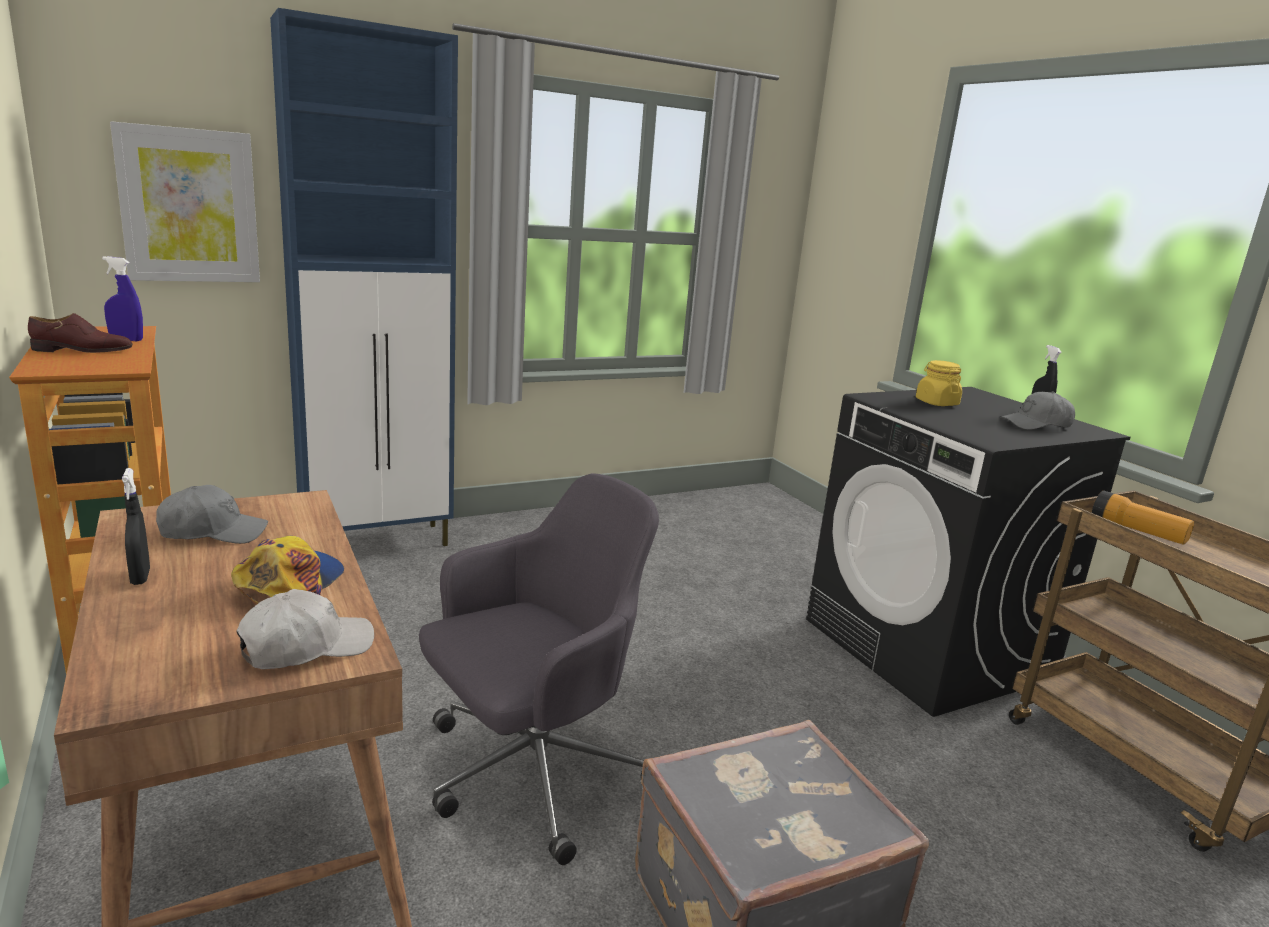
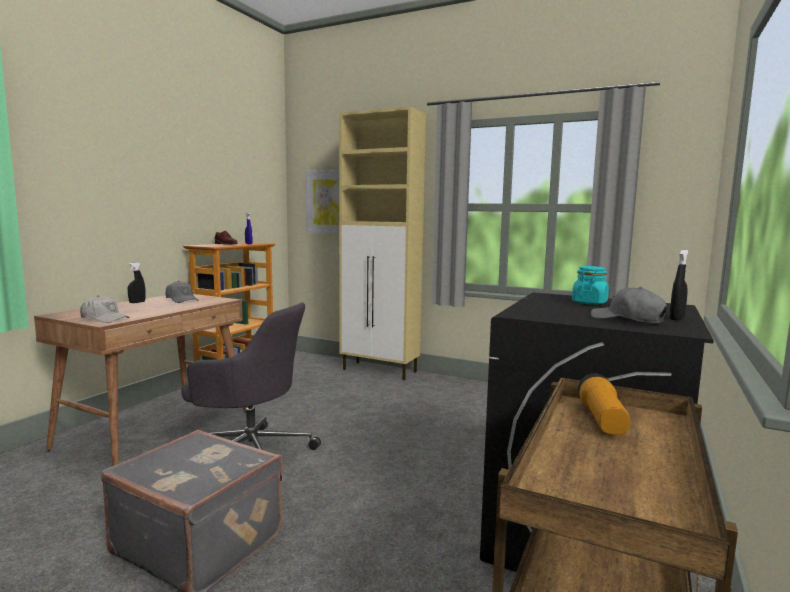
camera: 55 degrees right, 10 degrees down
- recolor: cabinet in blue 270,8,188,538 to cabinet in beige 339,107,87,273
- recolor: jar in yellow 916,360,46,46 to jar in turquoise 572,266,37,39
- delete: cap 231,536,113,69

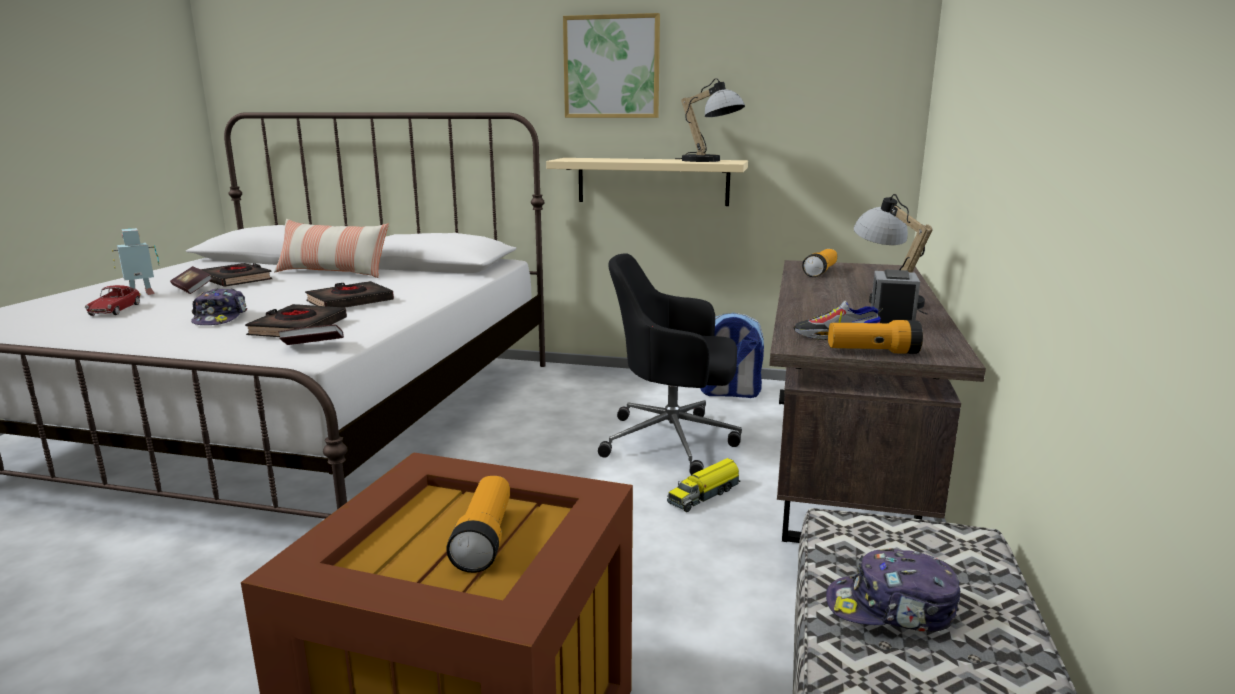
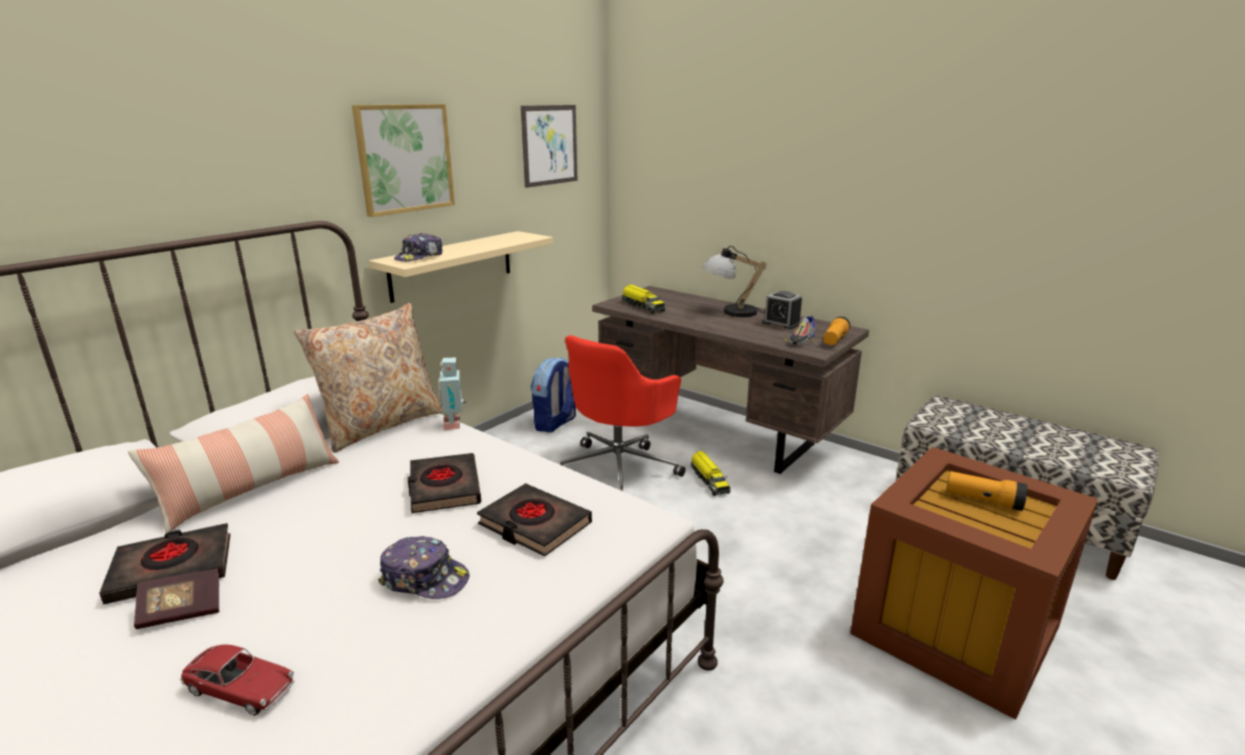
camera: 65 degrees left, 5 degrees up
- insert: pillow in beige 294,303,149,150
- move: cap 826,548,134,84 to 394,233,49,29
- move: toy robot 112,228,47,67 to 438,358,28,72
- insert: picture 521,105,56,83
- recolor: office chair in black 598,253,144,222 to office chair in red 561,335,124,156
- replace: flashlight 802,249,35,28 to toy truck 622,284,44,30
- delete: book 278,325,66,20
- delete: table lamp 675,78,70,84

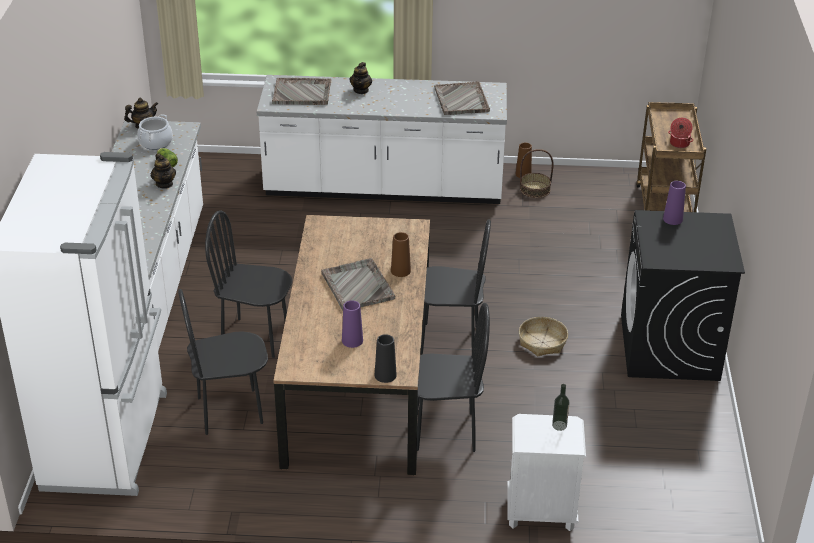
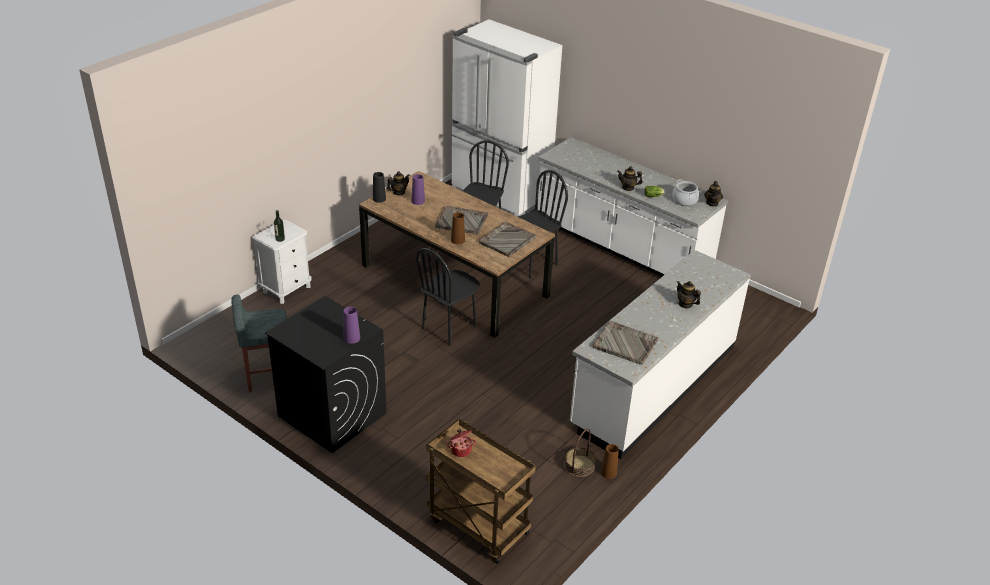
camera: 125 degrees right, 0 degrees up
- insert: stool in grey 231,294,56,98
- insert: teapot 387,171,23,24
- move: tray in grey 272,78,59,27 to 479,222,57,35
- delete: chair in black 417,303,73,149
- delete: basket 519,317,49,40

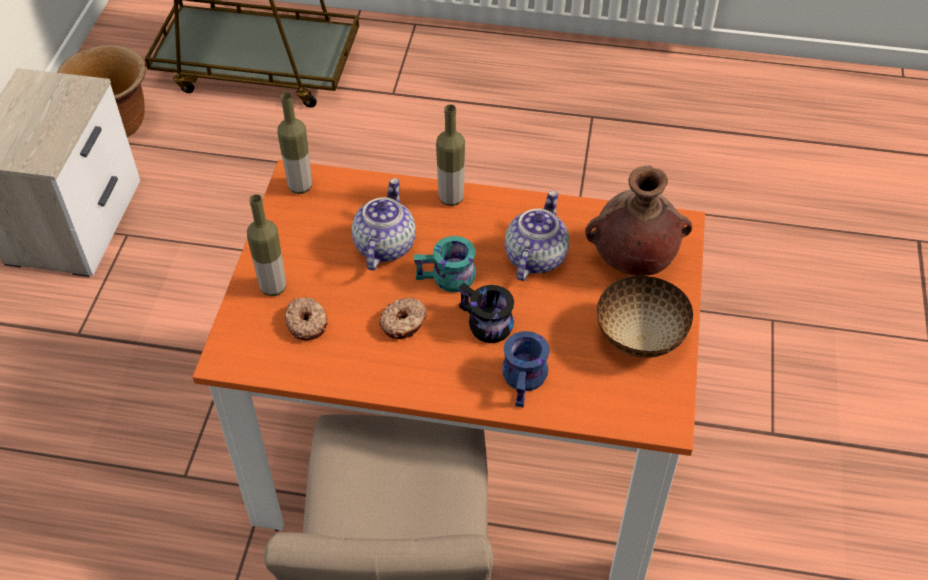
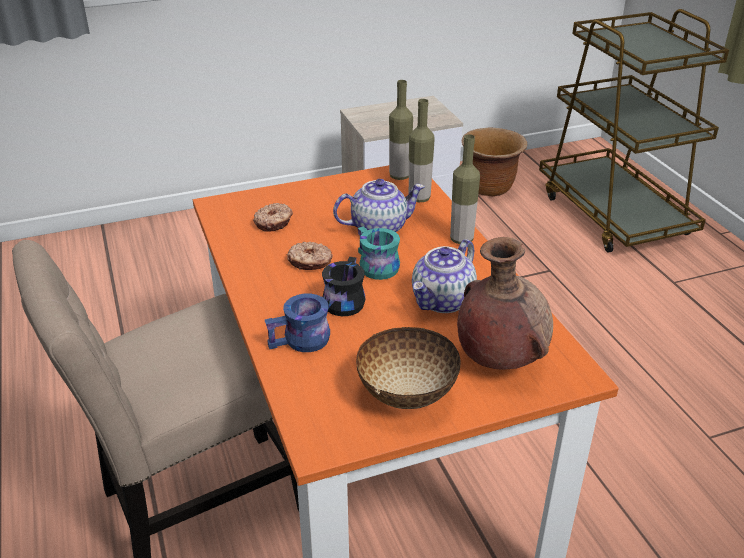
camera: 60 degrees right, 15 degrees down
- move: bottle 247,194,39,102 to 409,99,26,103
- rotate: teapot 505,190,64,91 = 412,239,65,74 135 degrees clockwise

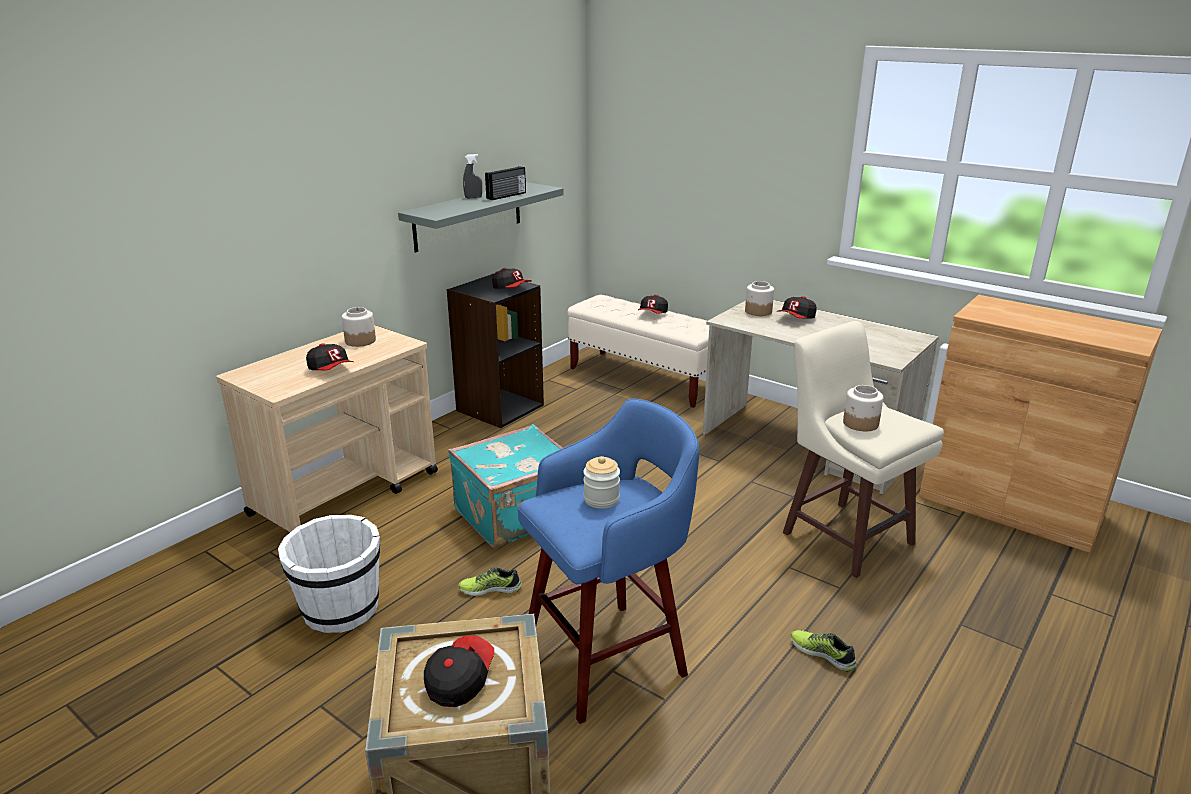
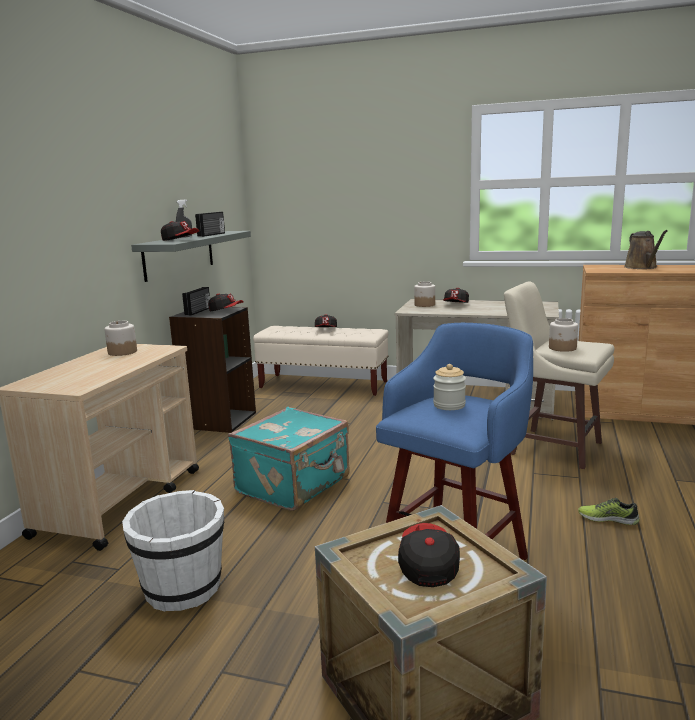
camera: 20 degrees left, 10 degrees down
- move: cap 306,343,48,27 to 161,221,38,20
- insert: radio 182,287,28,28
- insert: watering can in brown 624,230,44,39
- delete: shoe 458,567,64,29

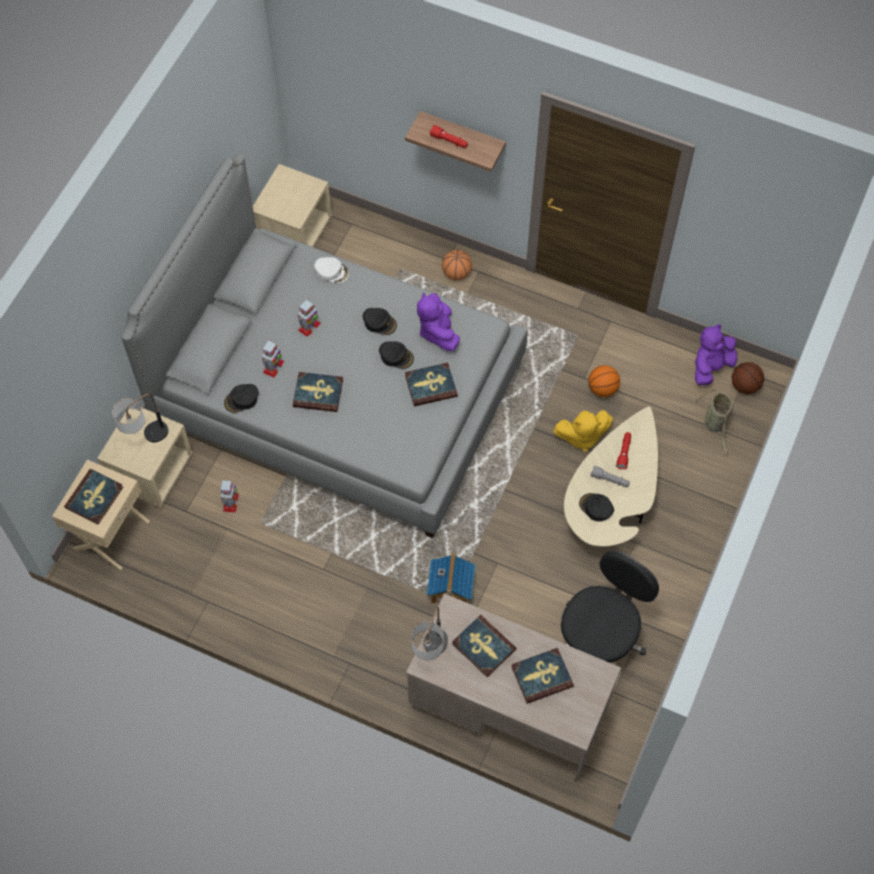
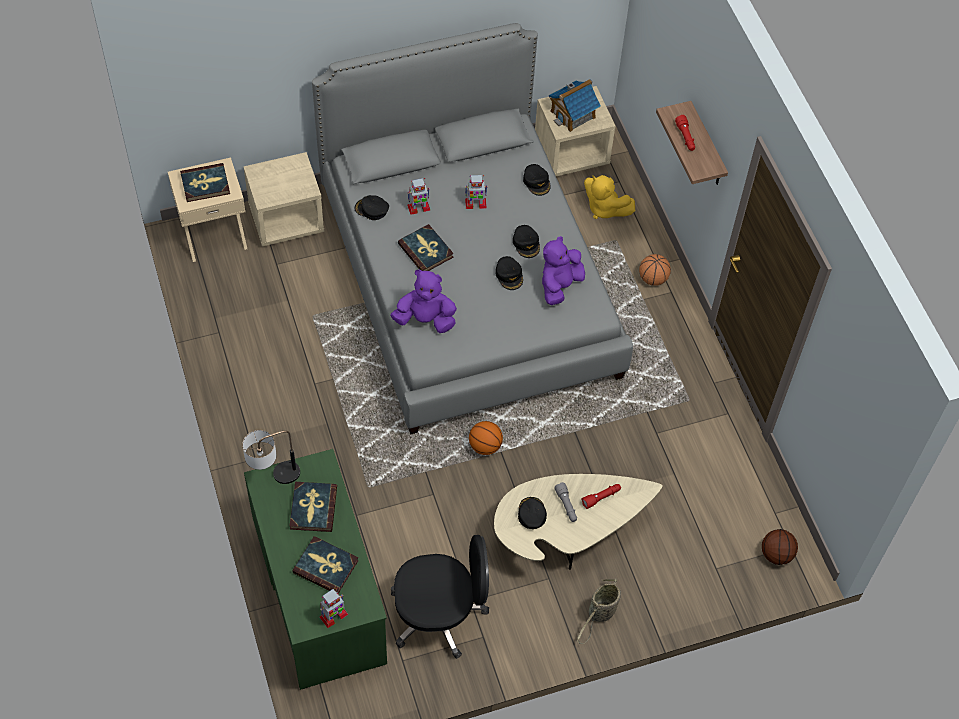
camera: 45 degrees right, 5 degrees down
- recolor: desk in beige 406,593,215,190 to desk in green 244,449,143,241
- move: toy robot 221,478,18,35 to 320,588,28,40
- move: plush toy in purple 695,324,42,61 to 390,270,67,63
- move: basketball 588,365,32,32 to 469,421,34,34
- recolor: cap in white 314,257,35,26 to cap in black 523,164,27,32
- move: toy house 427,553,48,50 to 549,79,52,53
- move: basket 694,389,39,65 to 577,579,44,65
- move: plush toy in yellow 553,410,60,42 to 584,175,51,44
- delete: table lamp 112,394,56,48
- delete: book 405,363,53,44

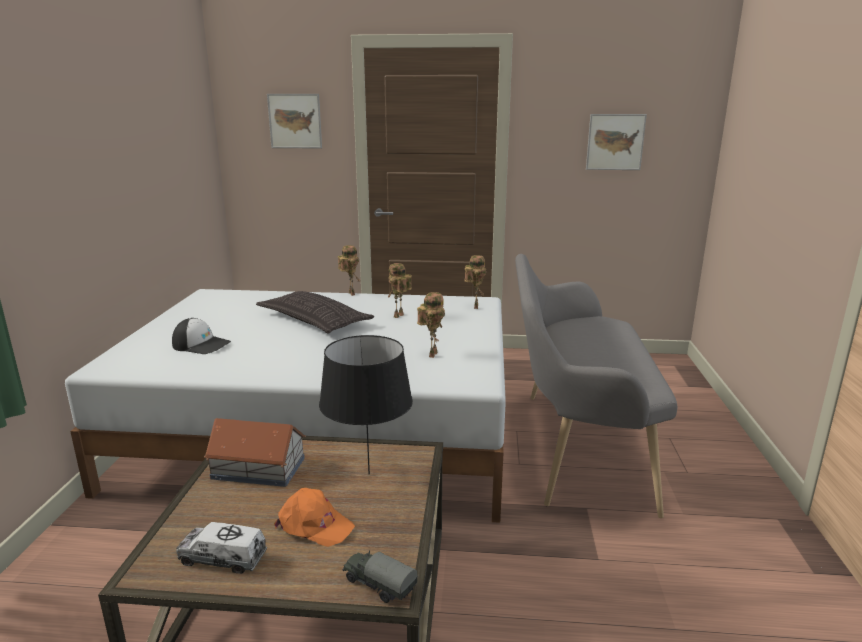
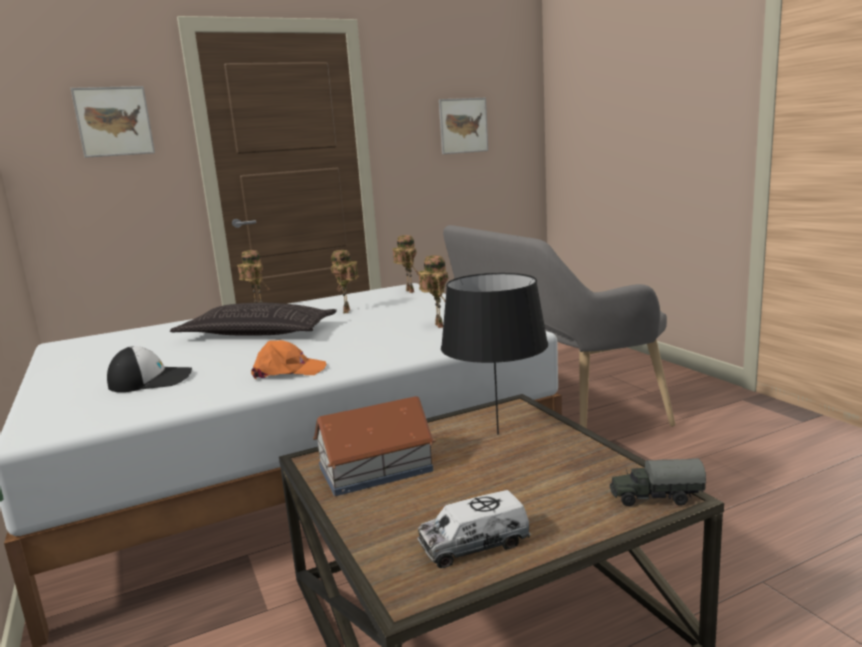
camera: 30 degrees left, 5 degrees down
- move: cap in orange 274,488,81,59 to 251,340,75,39

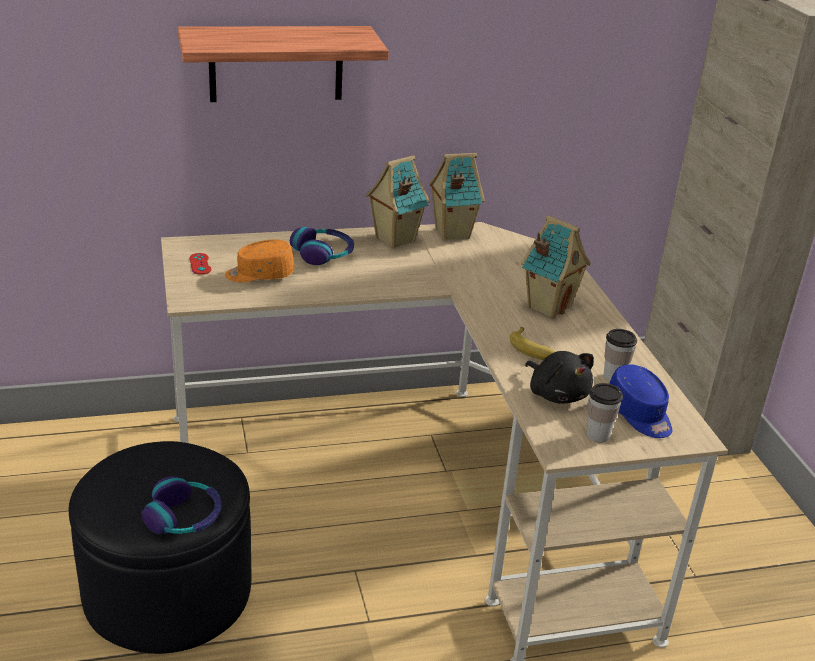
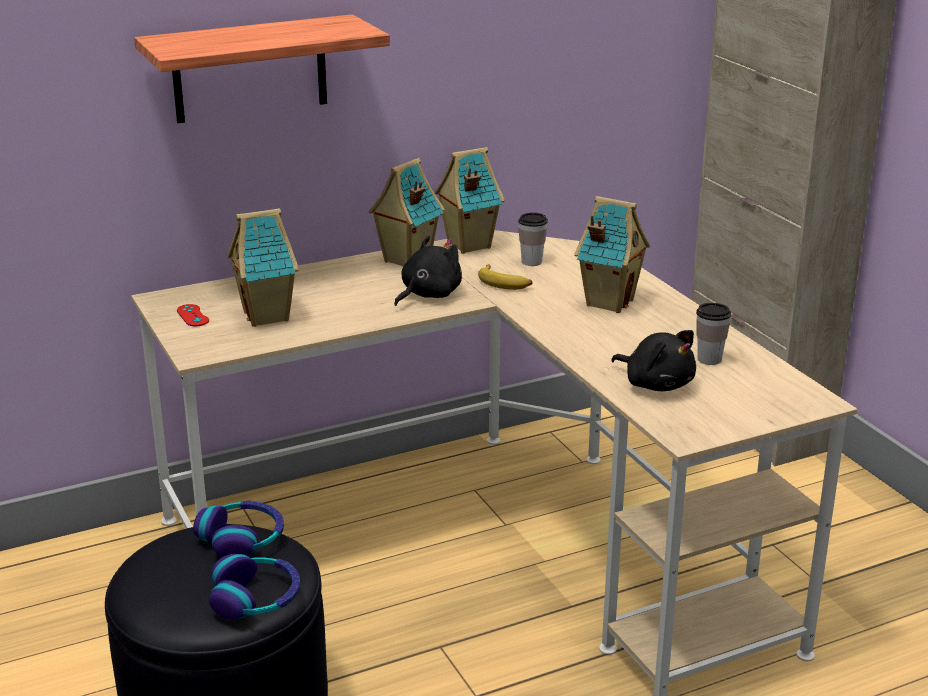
camera: 10 degrees left, 5 degrees down
- move: headphones 290,227,64,38 to 193,501,91,57
- replace: cap in orange 225,239,69,43 to toy house 227,209,72,118
- insert: plush toy in black 394,236,68,70
- move: banana 510,327,46,33 to 478,265,54,25
- move: cup 586,383,37,59 to 518,213,30,53
- delete: cap in blue 609,364,63,74

